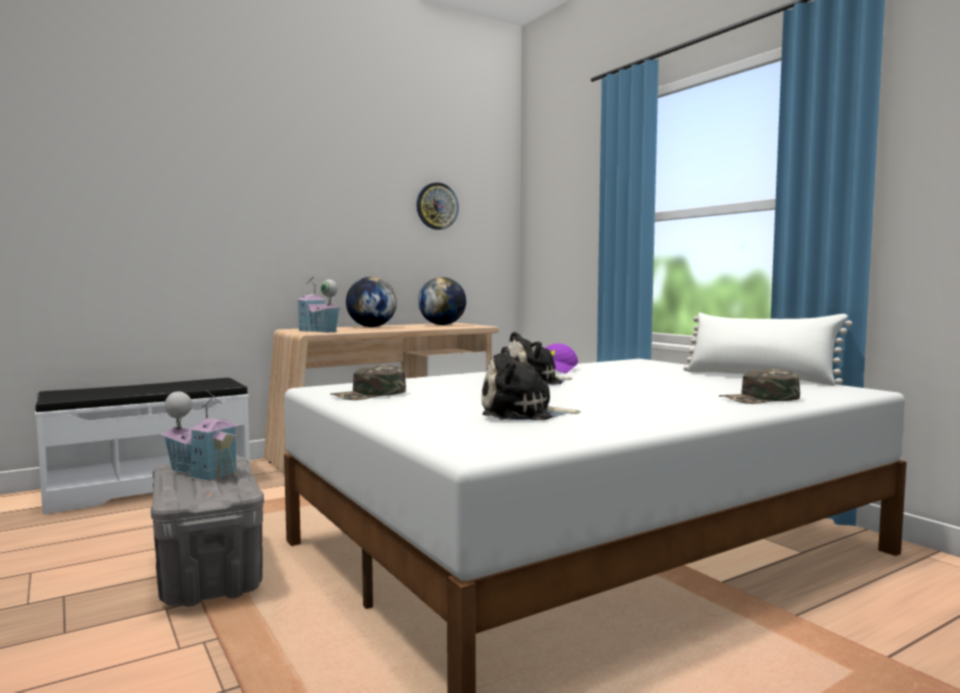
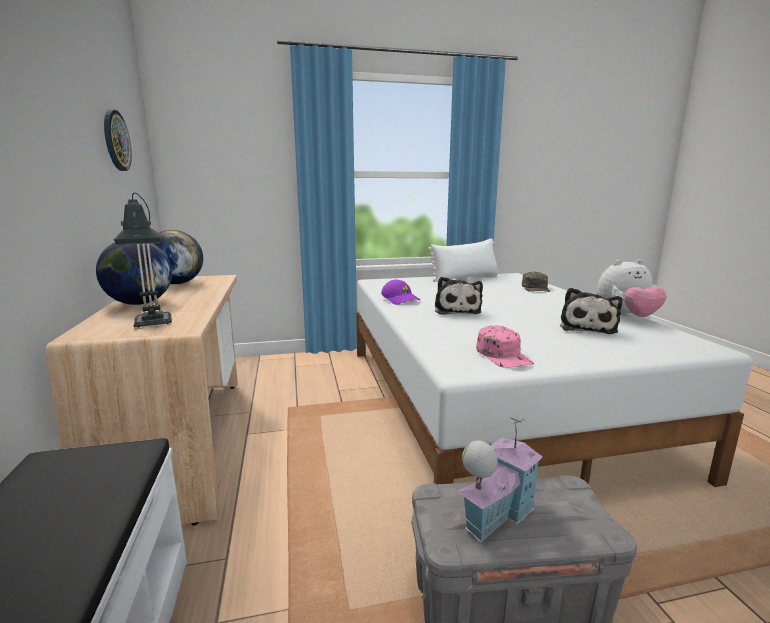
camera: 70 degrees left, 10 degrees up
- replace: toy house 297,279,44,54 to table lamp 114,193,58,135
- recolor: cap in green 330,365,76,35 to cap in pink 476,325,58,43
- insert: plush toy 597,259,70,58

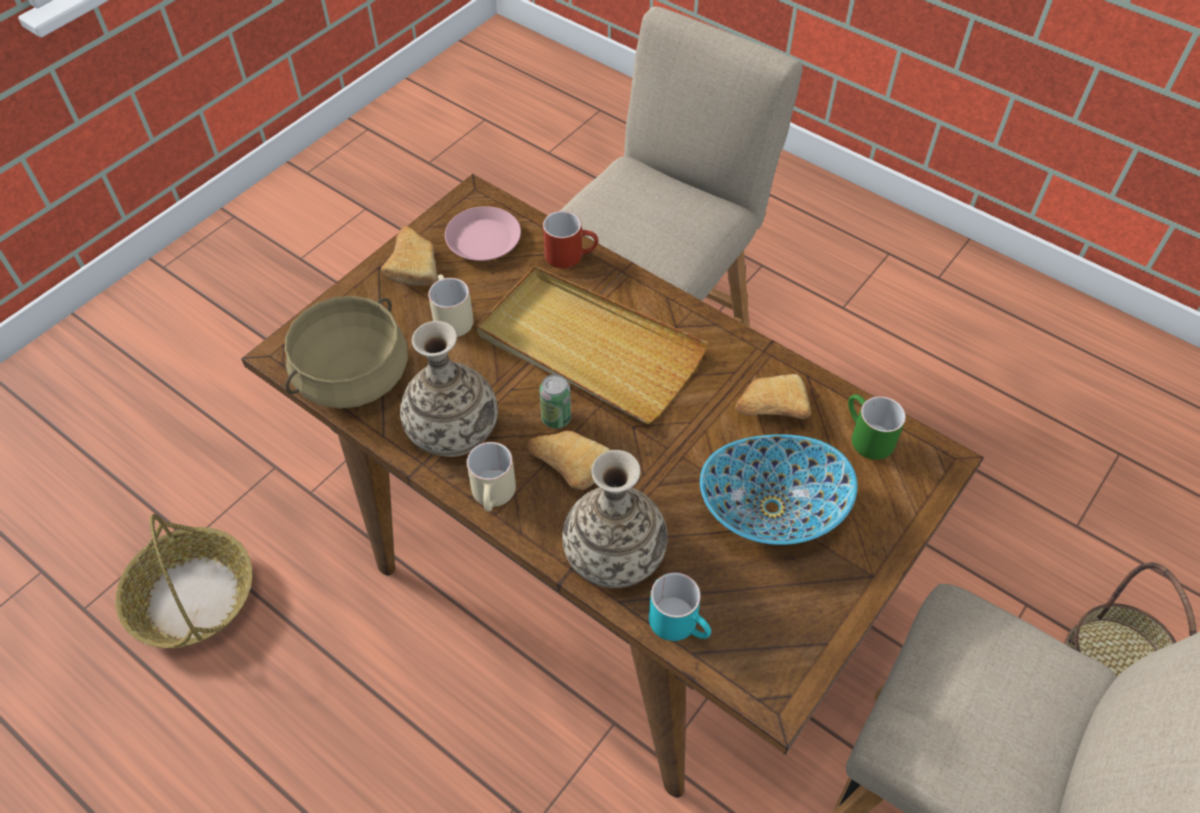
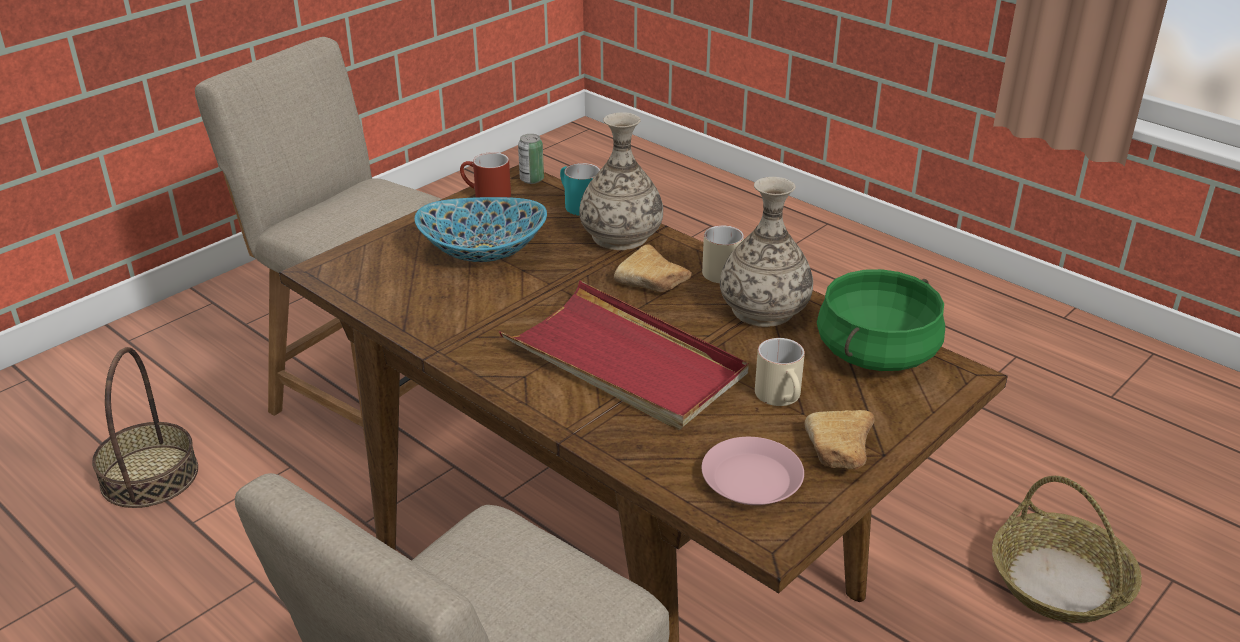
camera: 175 degrees left, 20 degrees down
- move: mug in red 543,211,55,57 to 460,152,51,45
- recolor: tray in beige 477,266,231,158 to tray in red 499,281,250,149
- move: can 539,374,32,55 to 518,134,26,50
- recolor: cooking pot in beige 285,296,123,112 to cooking pot in green 817,269,128,102
- delete: bread 735,374,76,45
- delete: mug in green 848,394,58,66

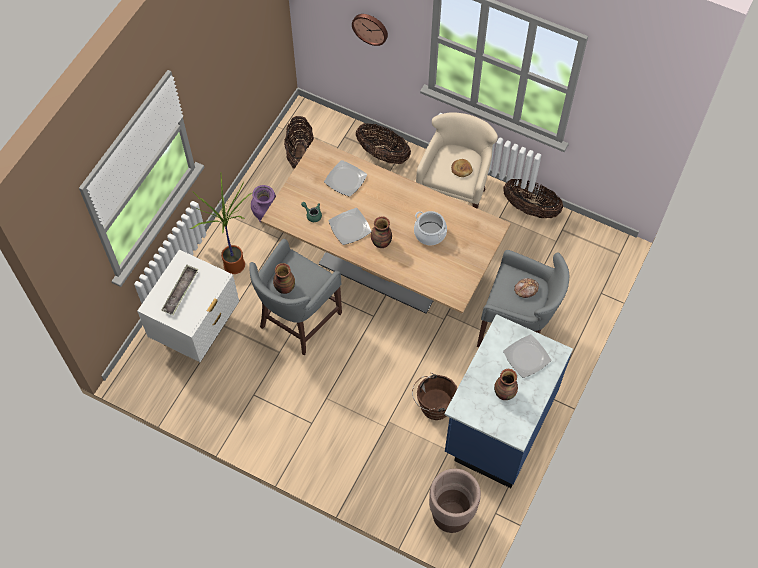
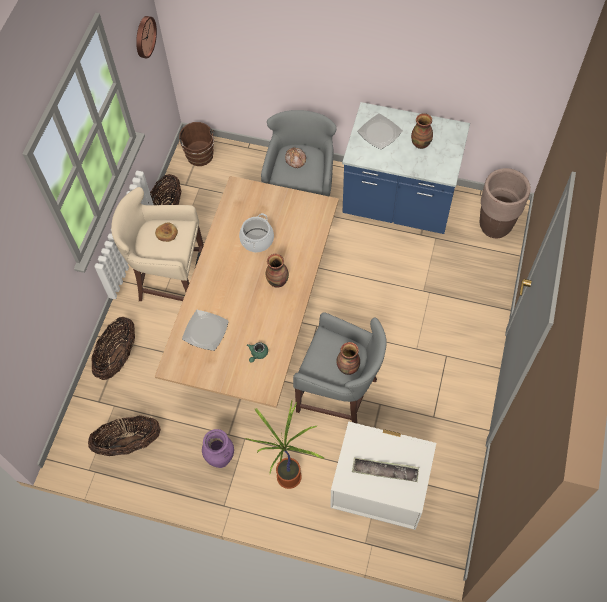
camera: 100 degrees left, 0 degrees up
- move: wall clock 352,14,36,32 to 136,16,21,43
- move: bucket in brown 412,373,45,47 to 178,122,36,44
- delete: plate 329,208,42,37

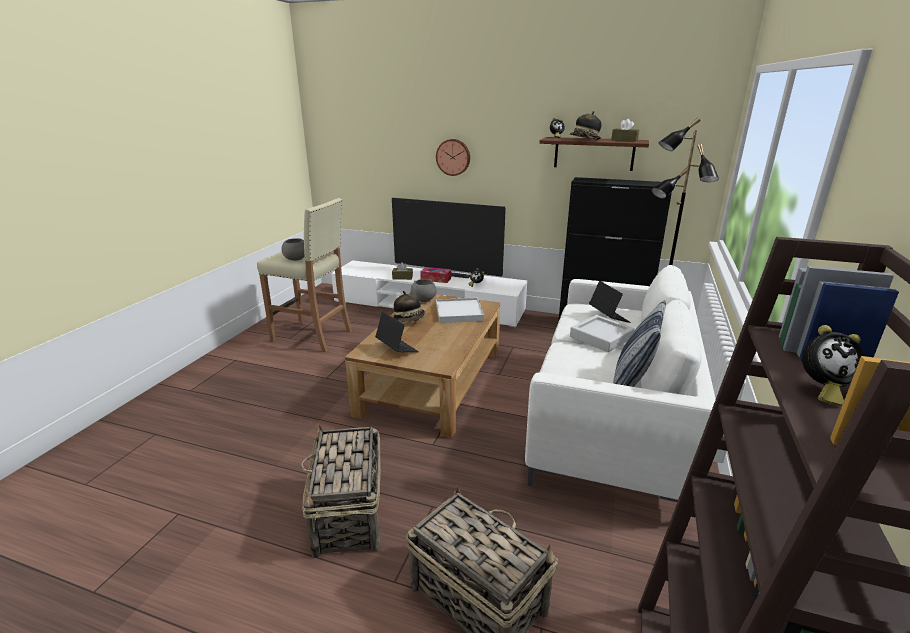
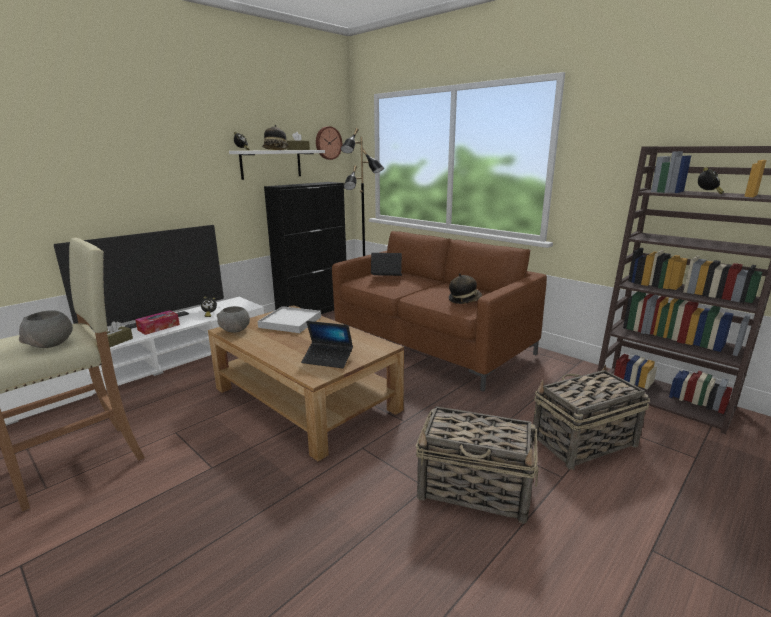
camera: 65 degrees left, 5 degrees down
- recolor: shelf in brown 539,137,110,34 to shelf in white 229,150,96,30
- rotate: laptop 375,311,44,42 = 301,321,52,48 150 degrees counterclockwise
- move: wall clock 436,139,34,37 to 316,126,26,34
- recolor: sofa in white 525,265,191,237 to sofa in brown 332,231,215,161
- move: hat 393,291,32,32 to 449,273,33,31
- delete: tray in grey 570,315,65,37
- delete: pillow 613,300,53,87

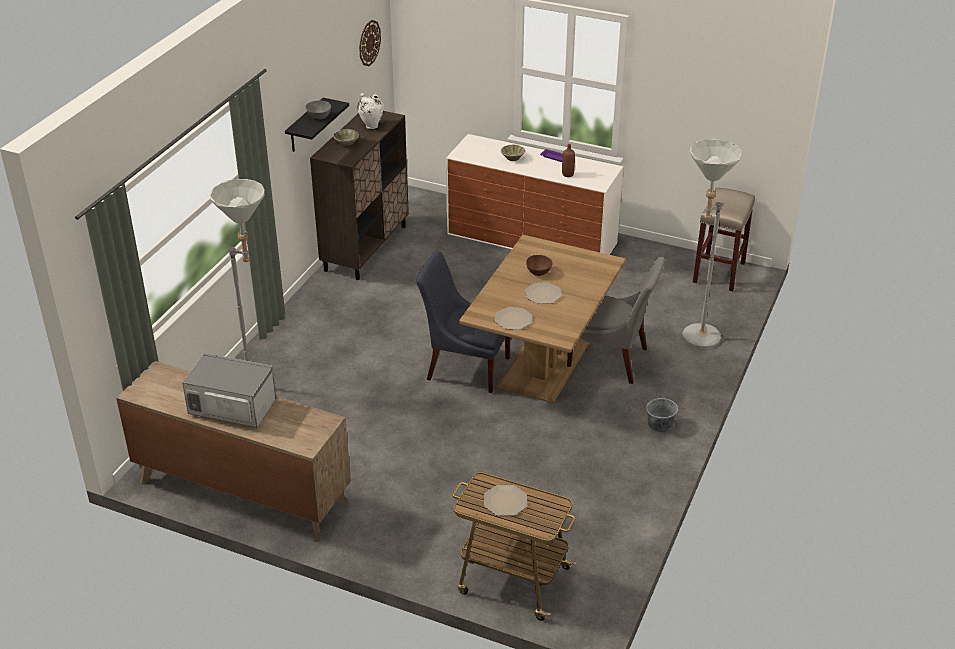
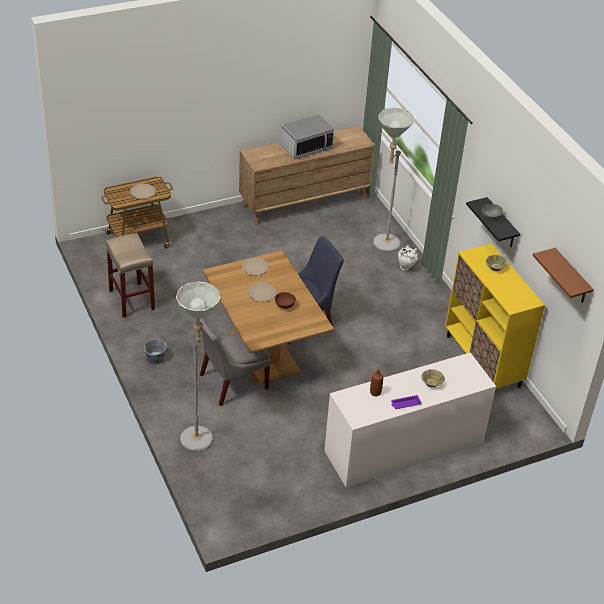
camera: 130 degrees right, 5 degrees up
- move: stool in beige 693,188,62,103 to 106,233,49,85
- move: vase in white 357,93,27,36 to 398,246,20,25
- recolor: cabinet in brown 310,111,99,169 to cabinet in yellow 445,244,100,151
- replace: wall clock 359,20,22,46 to shelf in brown 533,248,61,55

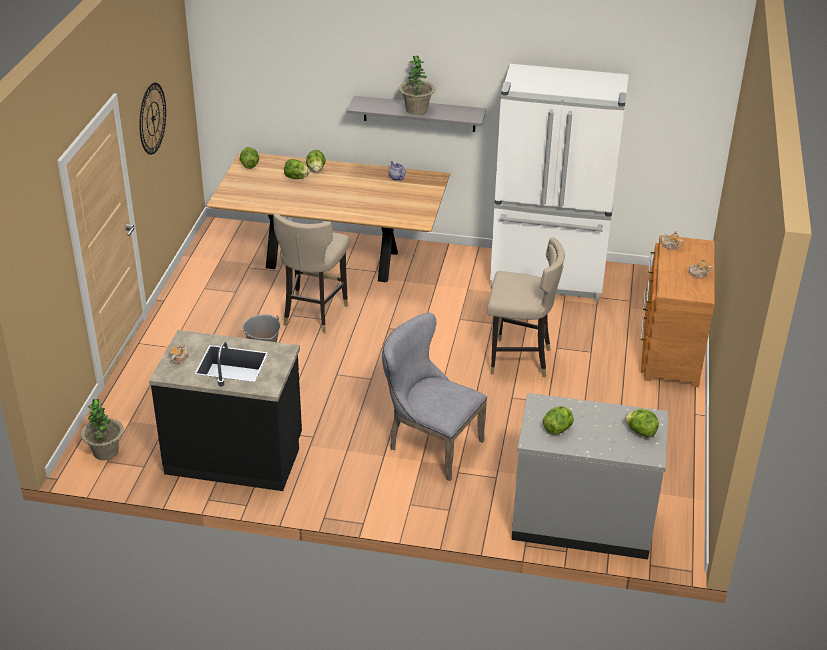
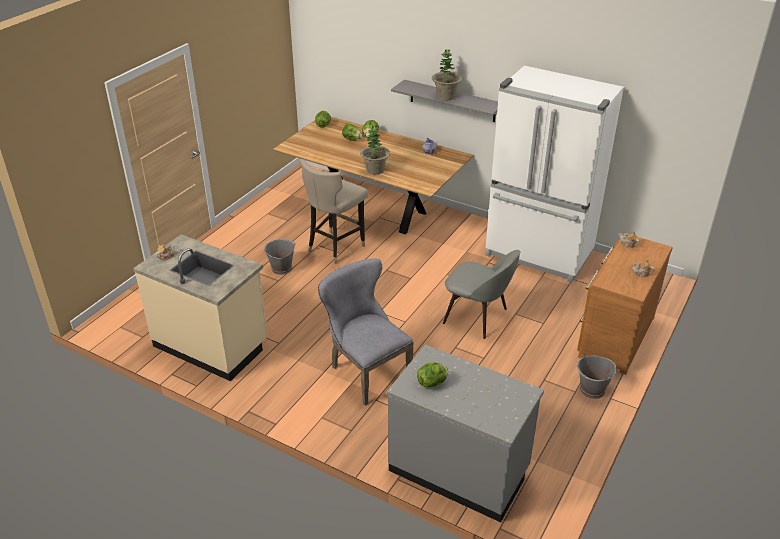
camera: 20 degrees right, 0 degrees up
- recolor: counter in black 149,330,153,161 to counter in beige 133,234,135,147
- move: potted plant 81,399,43,61 to 360,126,30,49
- replace: stool in beige 487,237,78,140 to chair in grey 443,250,77,89
- insert: bucket in grey 577,354,39,45
- delete: wall clock 139,83,27,72
- delete: lettuce 625,409,34,29

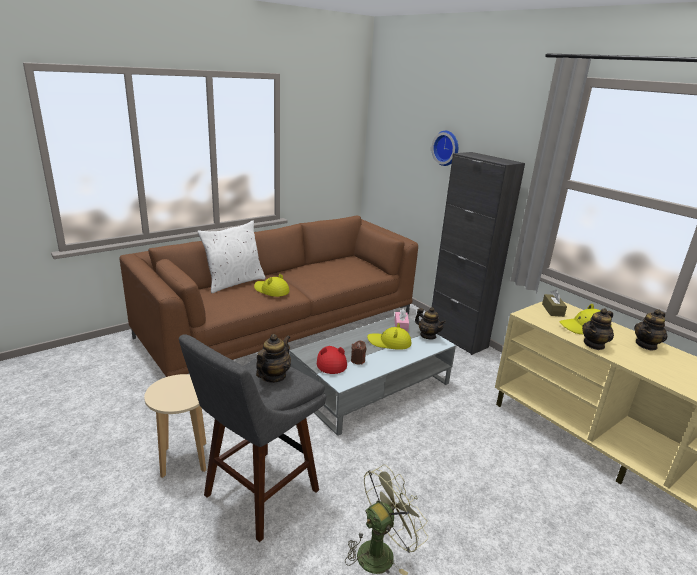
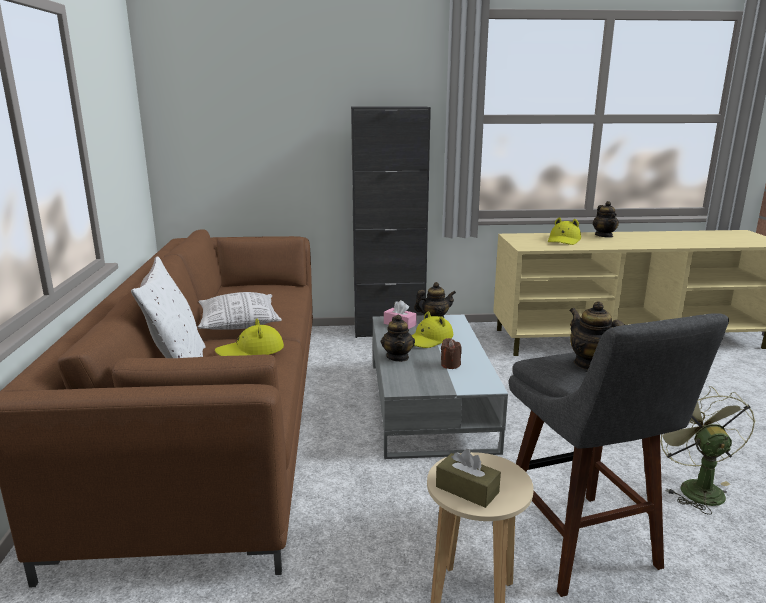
camera: 55 degrees left, 5 degrees down
- insert: pillow 198,292,84,38
- move: teapot 582,308,32,42 to 381,315,34,47
- move: tissue box in brown 542,290,25,27 to 436,449,65,59
- delete: hat in red 317,346,30,28
- delete: wall clock 432,131,26,35

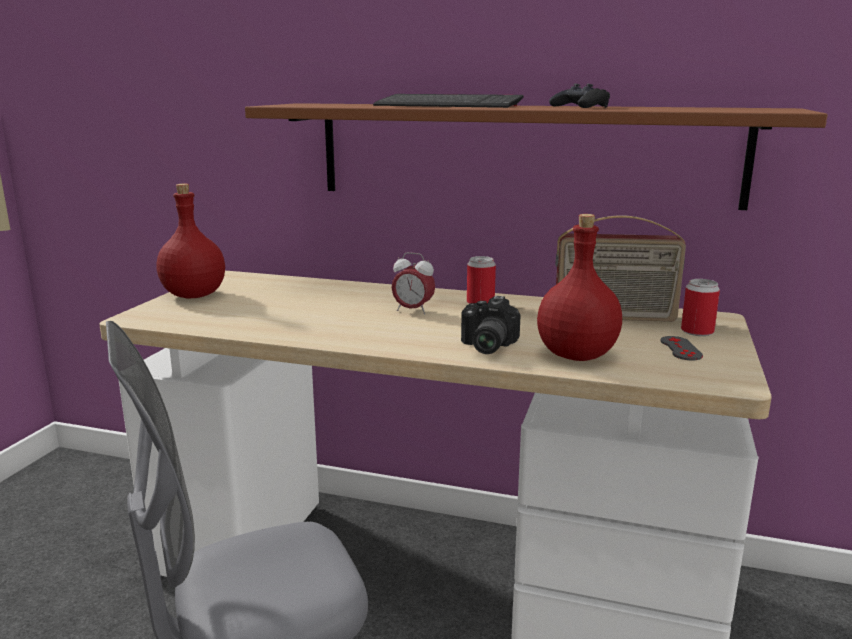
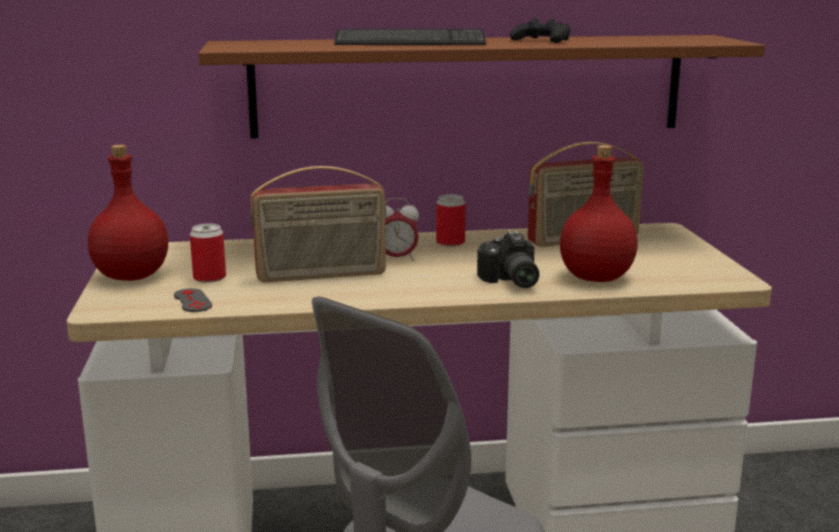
camera: 25 degrees left, 0 degrees up
- move: game controller in grey 661,336,42,25 to 174,288,38,24
- move: can 681,279,39,57 to 190,224,36,59
- insert: radio 251,166,135,116

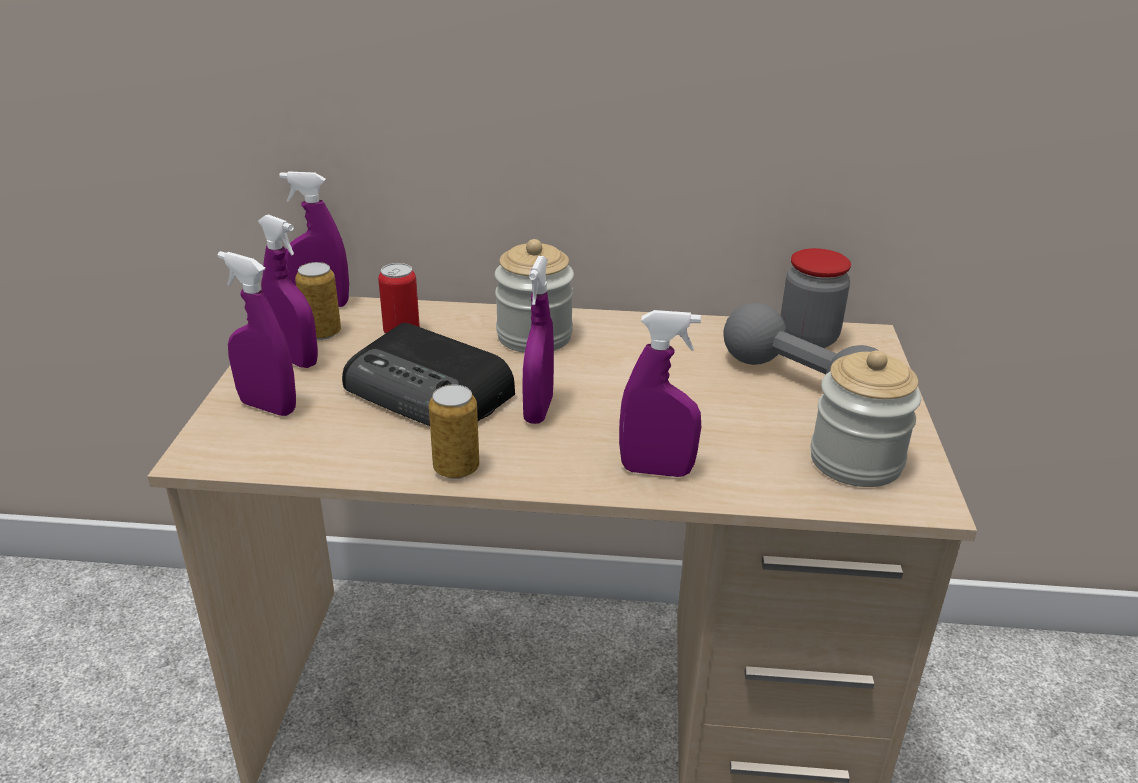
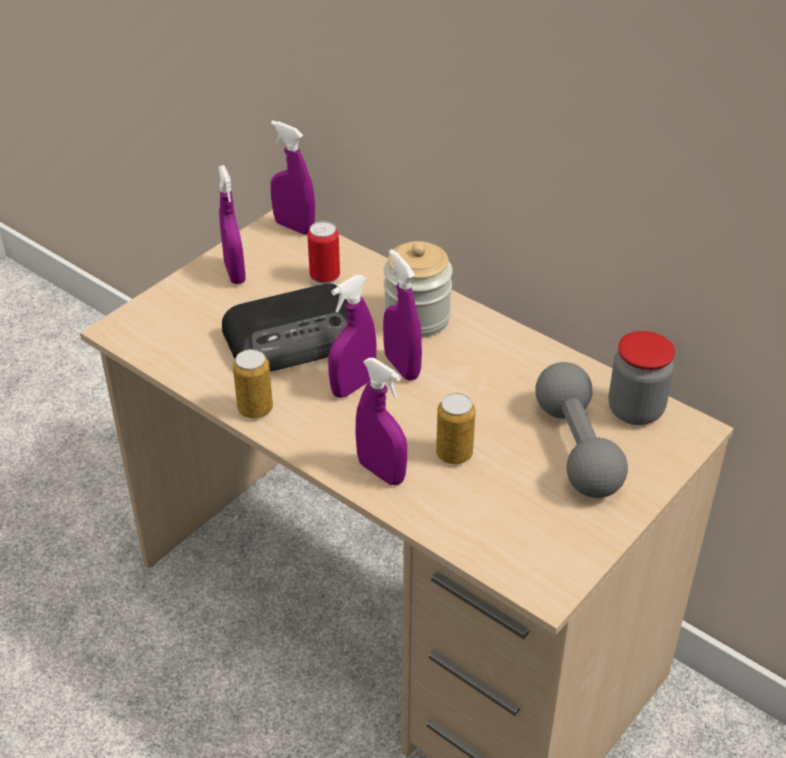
camera: 35 degrees right, 10 degrees up
- rotate: radio 342,323,173,103 = 222,283,126,88 90 degrees counterclockwise
- move: spray bottle in purple 218,251,78,165 to 383,249,39,132
- move: can 295,262,46,78 to 436,393,39,71
- delete: jar 811,350,110,137

